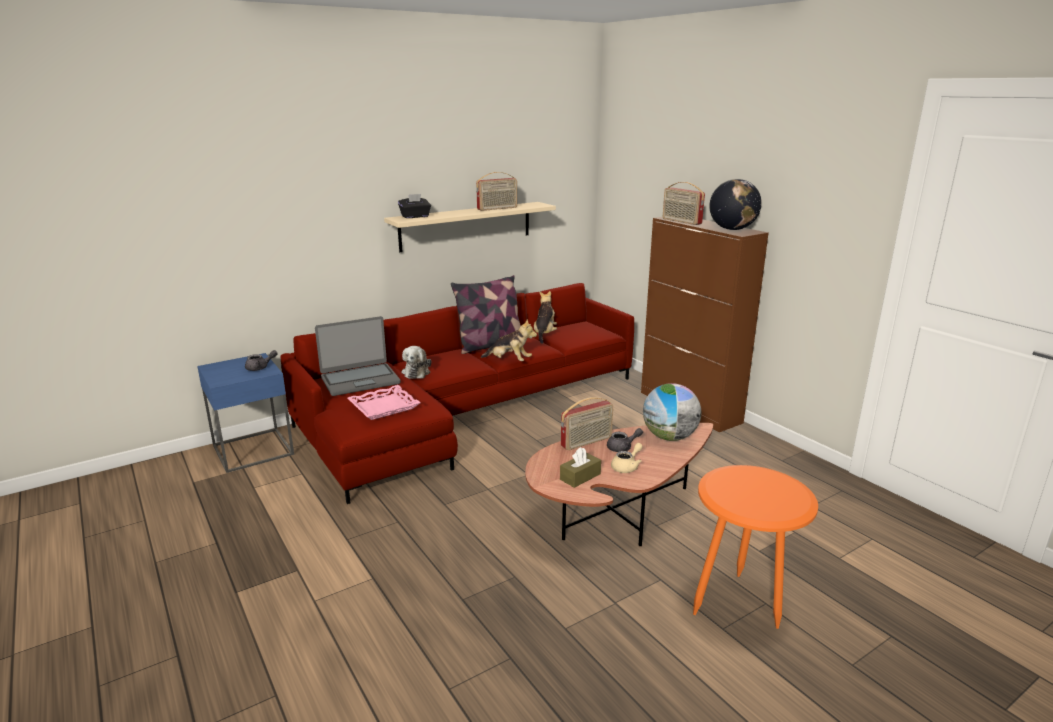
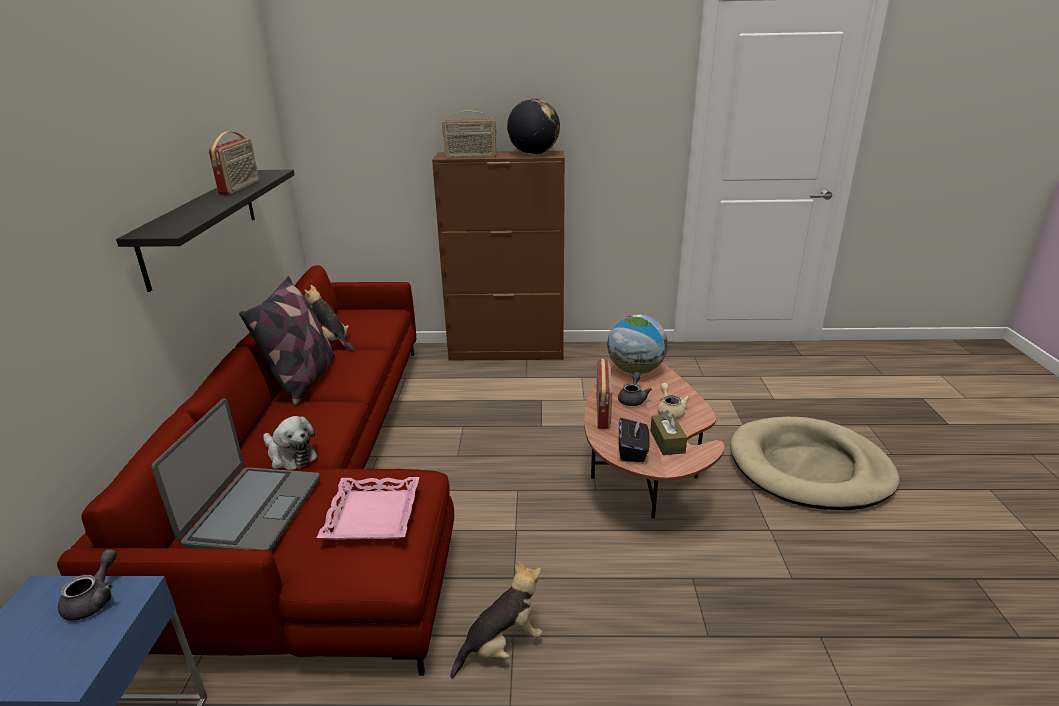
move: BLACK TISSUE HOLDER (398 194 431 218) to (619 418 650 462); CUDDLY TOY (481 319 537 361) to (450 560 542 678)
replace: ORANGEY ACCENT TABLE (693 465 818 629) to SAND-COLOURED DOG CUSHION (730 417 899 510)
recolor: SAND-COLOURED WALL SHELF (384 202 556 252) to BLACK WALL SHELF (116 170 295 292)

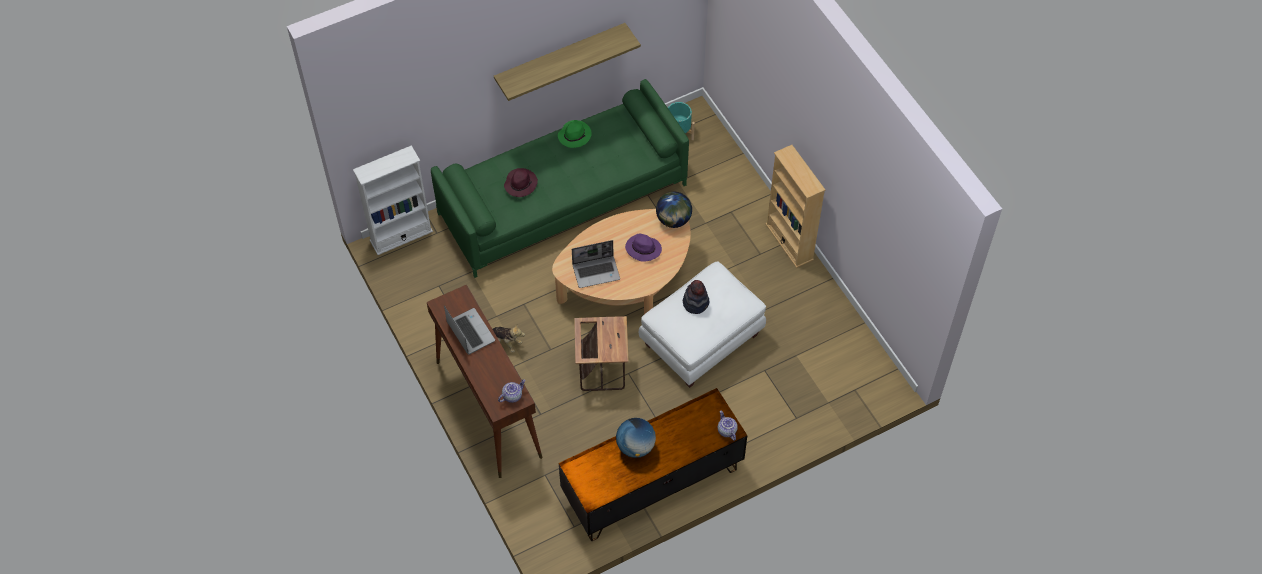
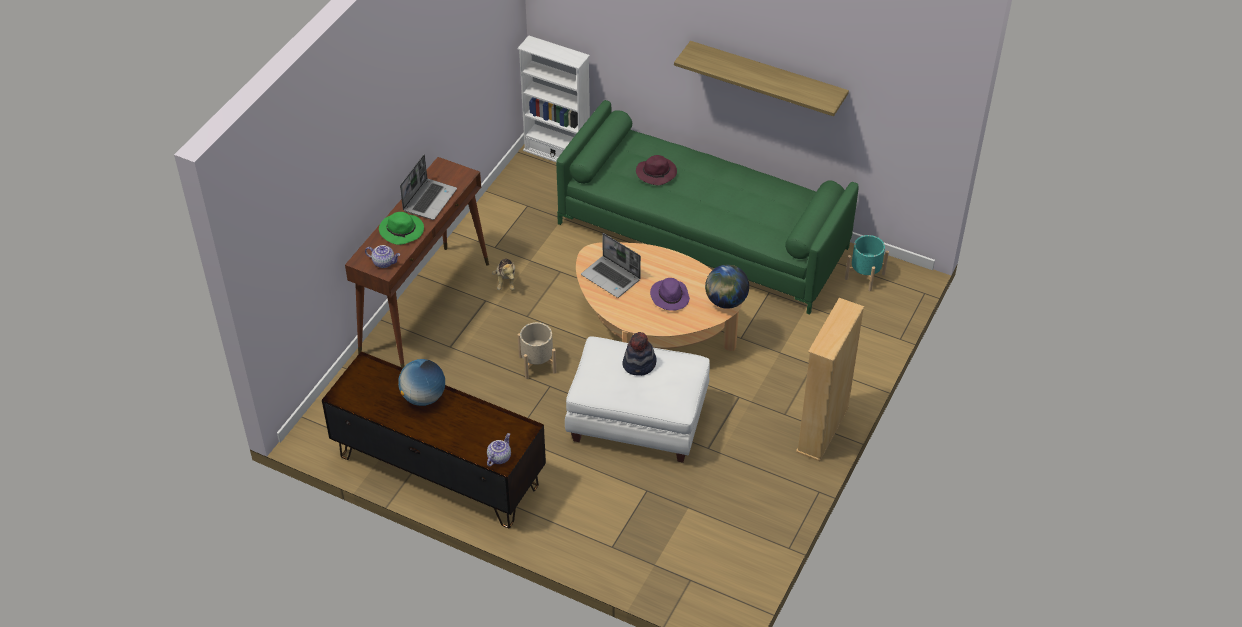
move: GREENISH WEARABLE HAT (558 120 592 148) to (379 212 424 245)
replace: ACCENT TABLE (574 316 629 391) to SAND-COLOURED PLANTER (518 322 556 379)

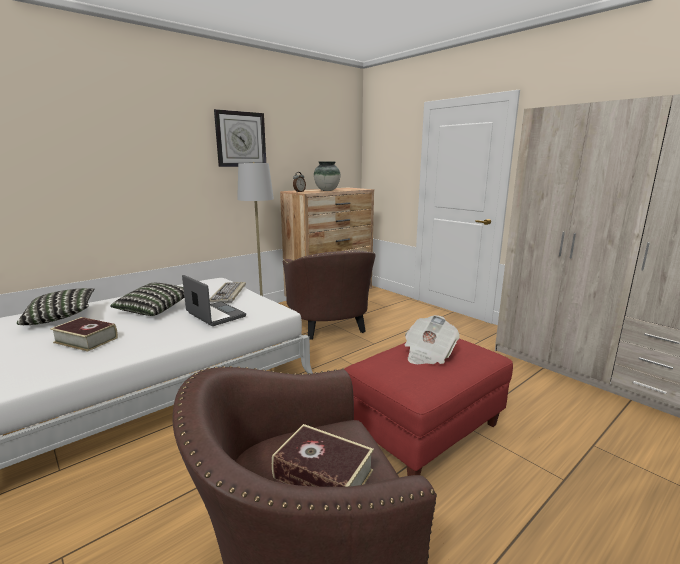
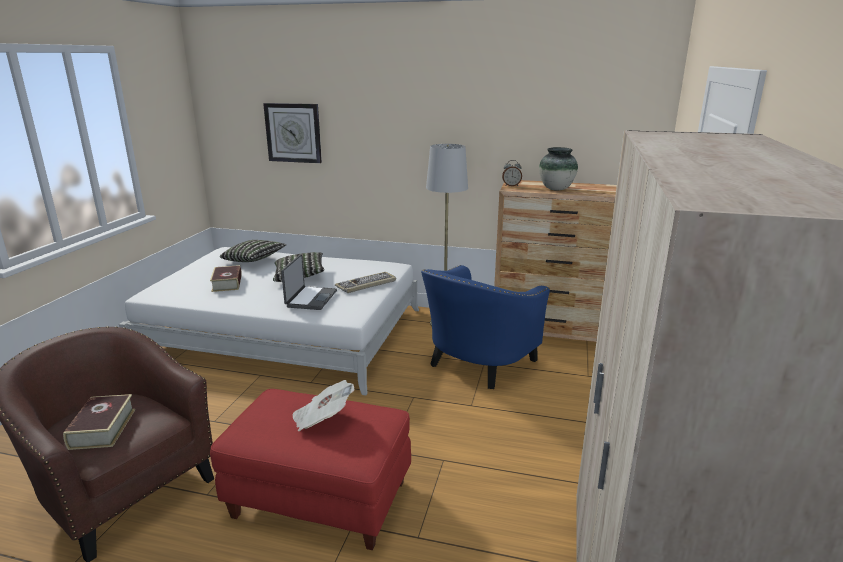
move: HANGING CLOCK (214 109 266 167) to (263 103 322 163)
recolor: BROWNISH EASY CHAIR (283 250 376 340) to BLUE-COLOURED EASY CHAIR (421 265 550 389)

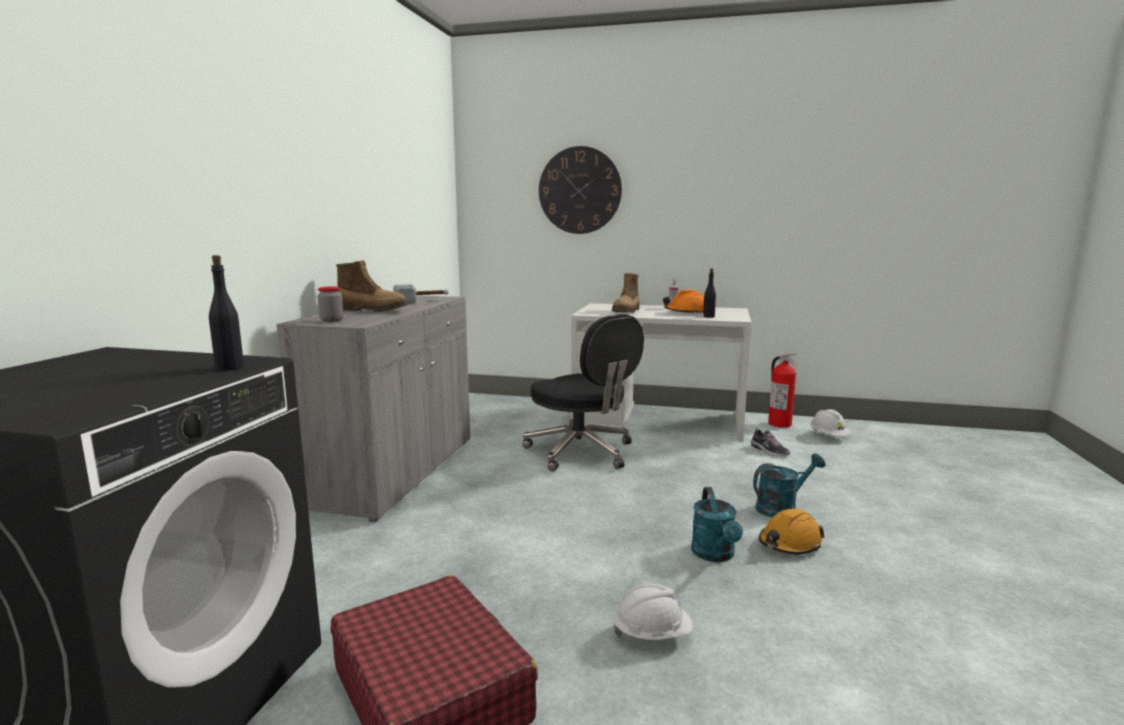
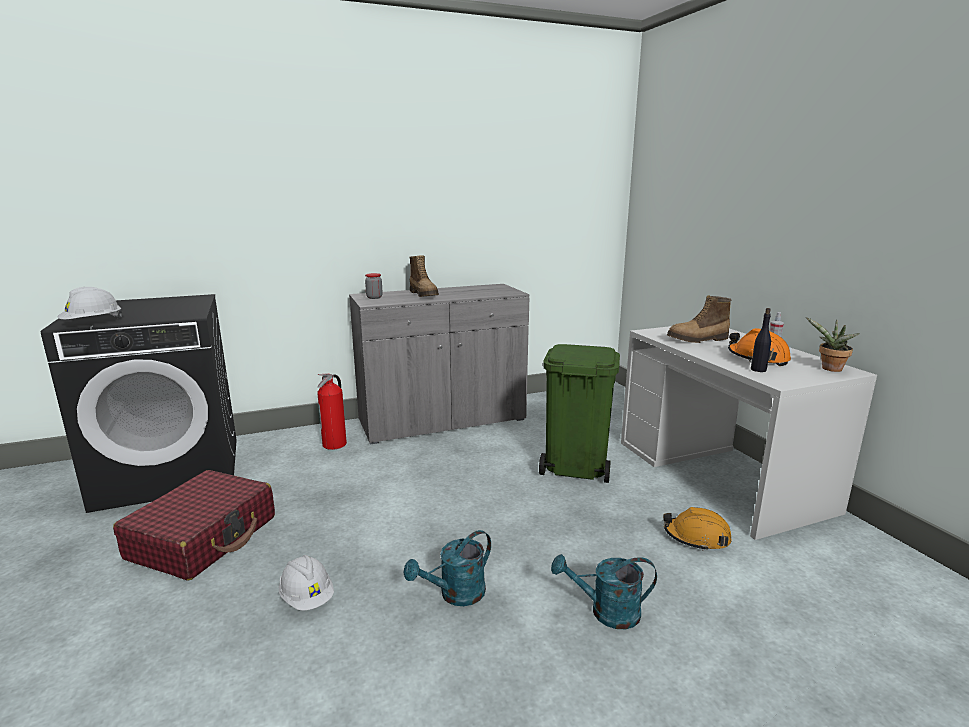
delete: BLACK BEVERAGE BOTTLE (209 255 244 370); HAMMER (393 284 449 303); HANGING CLOCK (539 146 622 234); ITEM OF FOOTWEAR (751 427 790 456)
insert: POTTED PLANT (806 317 860 372)
move: ORANGEY WORK HELMET (759 509 825 554) to (663 507 732 551); EXTINGUISHER (768 354 798 428) to (317 374 347 450); WHITE WORK HELMET (810 409 850 436) to (58 287 122 319)
replace: BLACK OFFICE CHAIR (523 314 644 471) to GREENISH RUBBISH BIN (539 344 620 483)
rotate: TURQUOISE-COLOURED WATERING CAN (753 454 825 517) = (551 554 657 629) 150 degrees clockwise

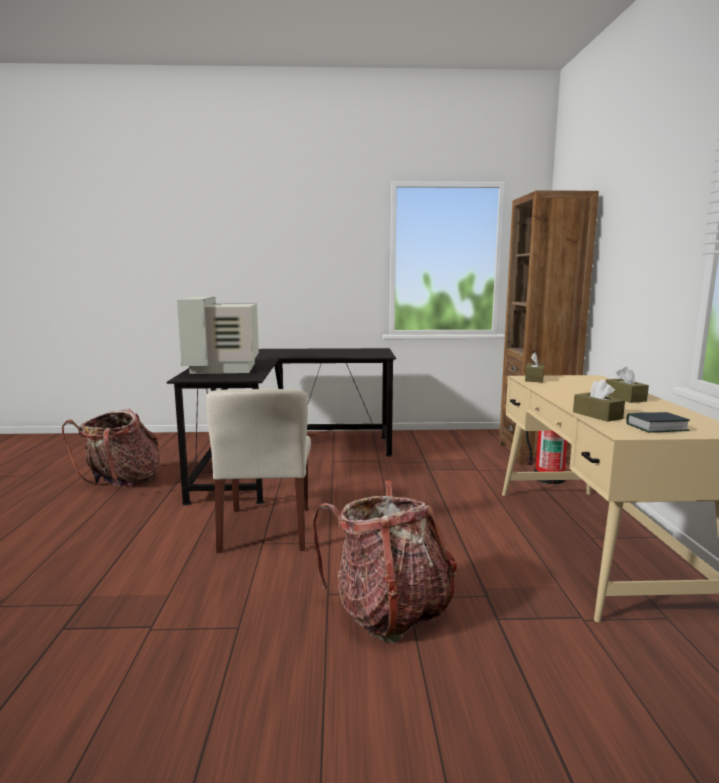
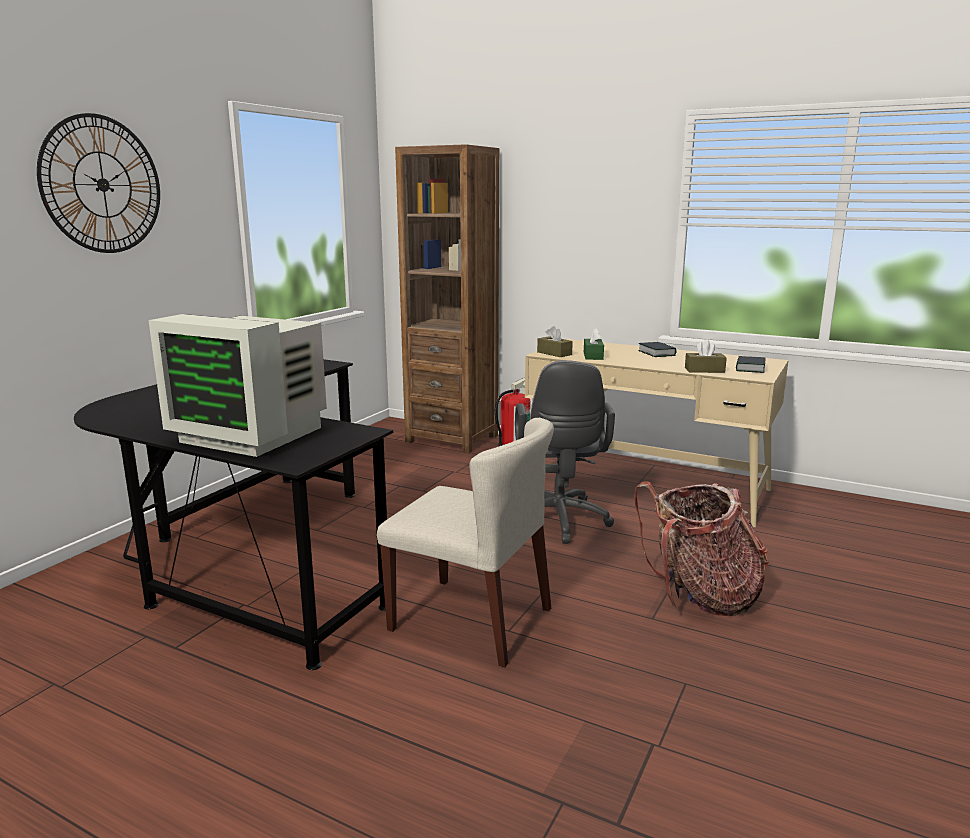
delete: BACKPACK (62 409 160 486)
insert: HANGING CLOCK (37 113 160 253); GREYISH OFFICE CHAIR (515 360 615 544); GREENISH TISSUE HOLDER (584 329 604 360)
replace: BROWNISH TISSUE HOLDER (606 367 649 403) to VOLUME (638 342 676 357)

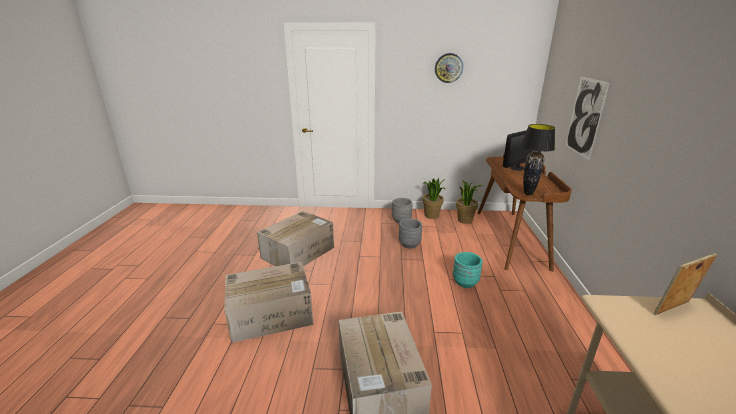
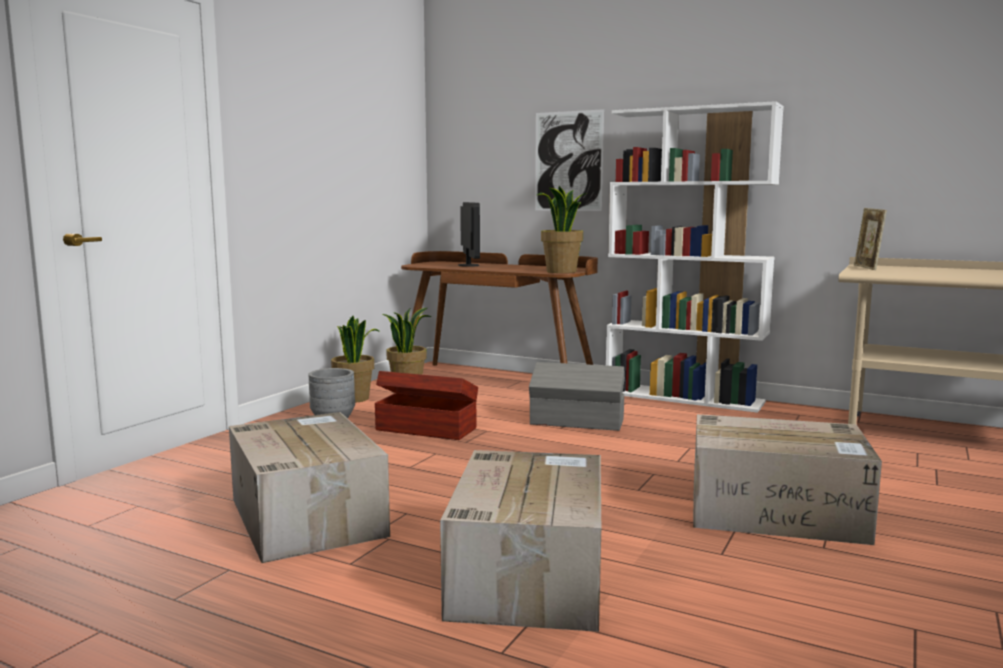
delete: HANGING CLOCK (435 53 463 83)
insert: WHITE BOOKSHELF (606 101 784 413)
replace: GREYISH PLANTER (399 219 422 249) to BROWNISH STORAGE BOX (375 371 478 440); TURQUOISE-COLOURED PLANTER (453 252 483 288) to GREYISH STORAGE BOX (529 362 625 431); BLACK TABLETOP LAMP (521 124 555 195) to POTTED PLANT (537 186 587 273)

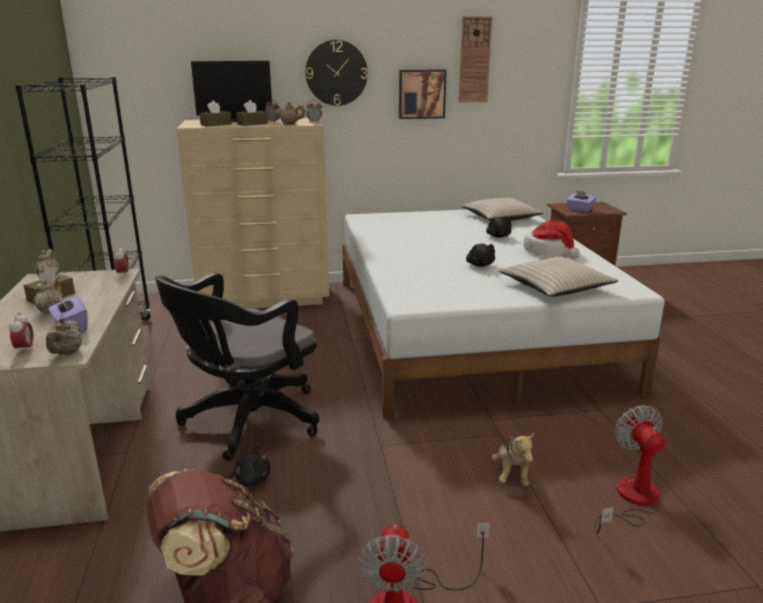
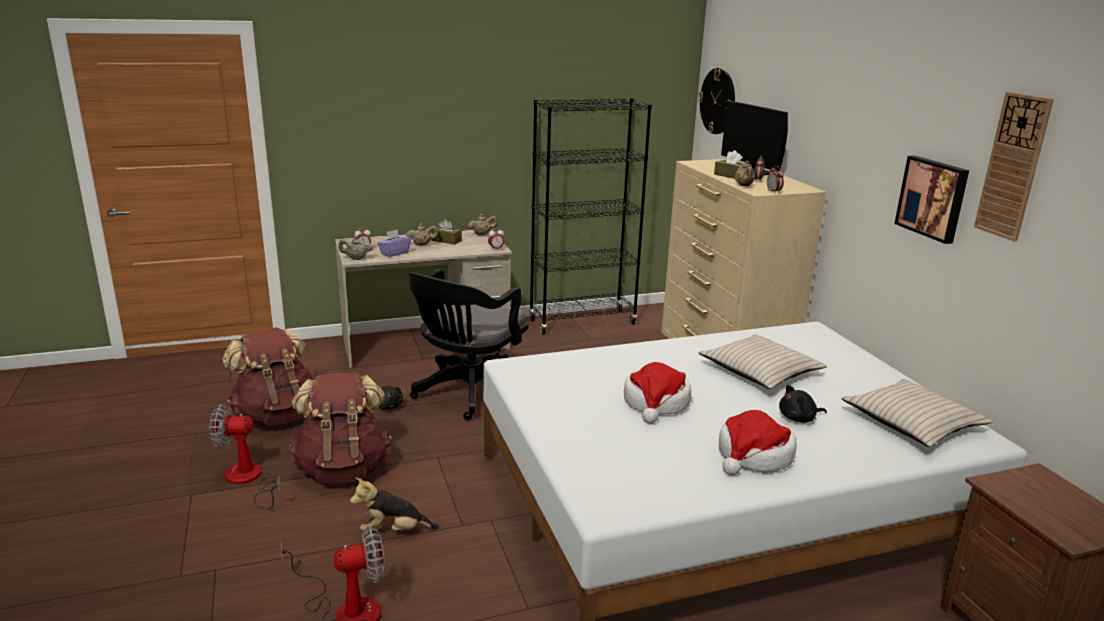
delete: BROWNISH TISSUE HOLDER (200 100 232 127); PURPLE TISSUE HOLDER (567 190 596 212)
insert: BROWNISH BACKPACK (289 372 392 483)
move: HANGING CLOCK (305 40 368 106) to (698 68 735 134); SAND-COLOURED PILLOW (499 257 619 297) to (698 334 827 389)
replace: BLACK CUDDLY TOY (466 244 495 267) to WEARABLE HAT (624 362 691 424)
rotate: BLACK OFFICE CHAIR (155 273 319 461) = (408 269 529 421) 90 degrees counterclockwise

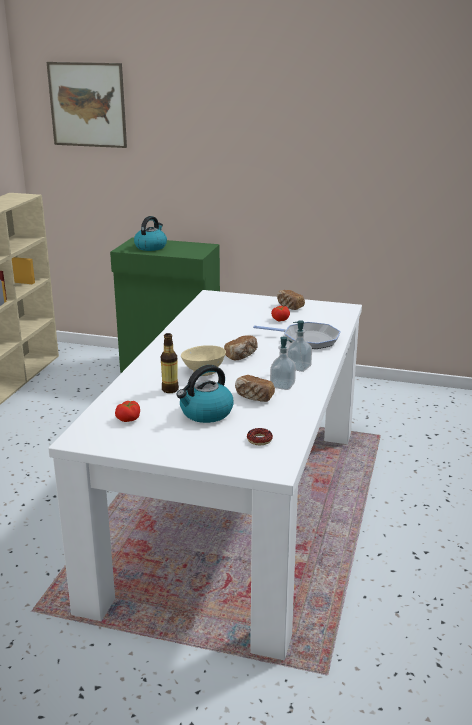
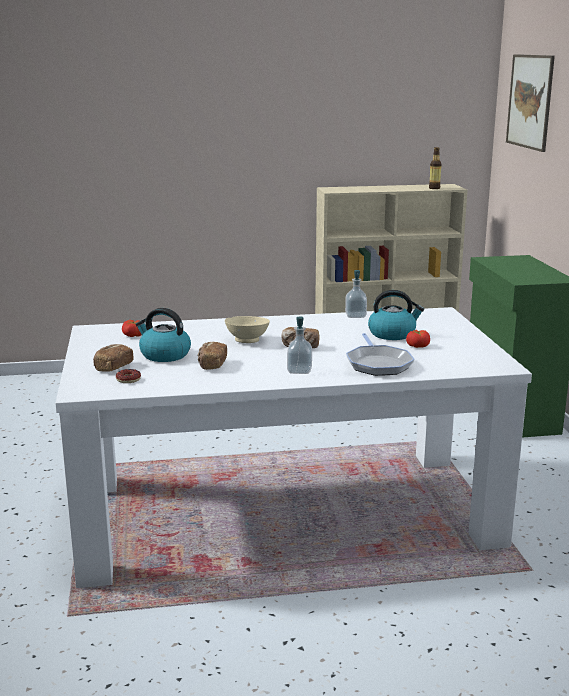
move: TEA KETTLE (134 216 167 251) to (368 290 424 340); BEVERAGE BOTTLE (161 333 179 393) to (429 147 442 189); SOAP DISPENSER (270 337 296 390) to (345 270 367 318); BAKED BREAD (277 290 305 310) to (93 344 134 371)

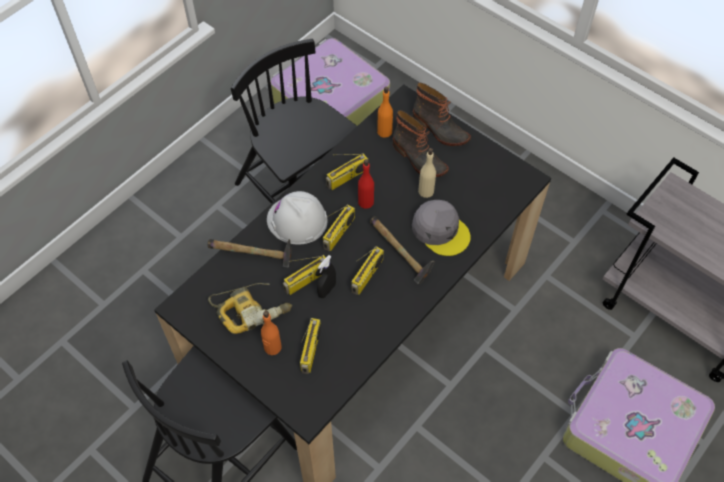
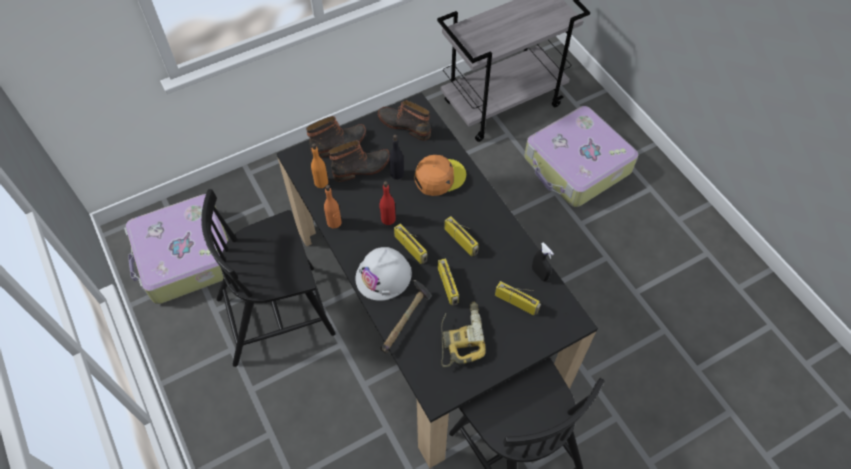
delete: RADIO SET (326 153 368 190); HAMMER (370 216 435 284)
insert: TALL BOOT (378 100 431 141)
move: ORANGEY BEVERAGE BOTTLE (261 311 282 355) to (324 185 341 228); BLACK HAND SPRAYER (317 255 336 298) to (532 243 554 281)
recolor: GREYISH BASEBALL CAP (412 200 471 256) to ORANGEY BASEBALL CAP (414 155 466 196); SAND-COLOURED BEVERAGE BOTTLE (418 148 436 198) to BLACK BEVERAGE BOTTLE (389 135 404 180)

